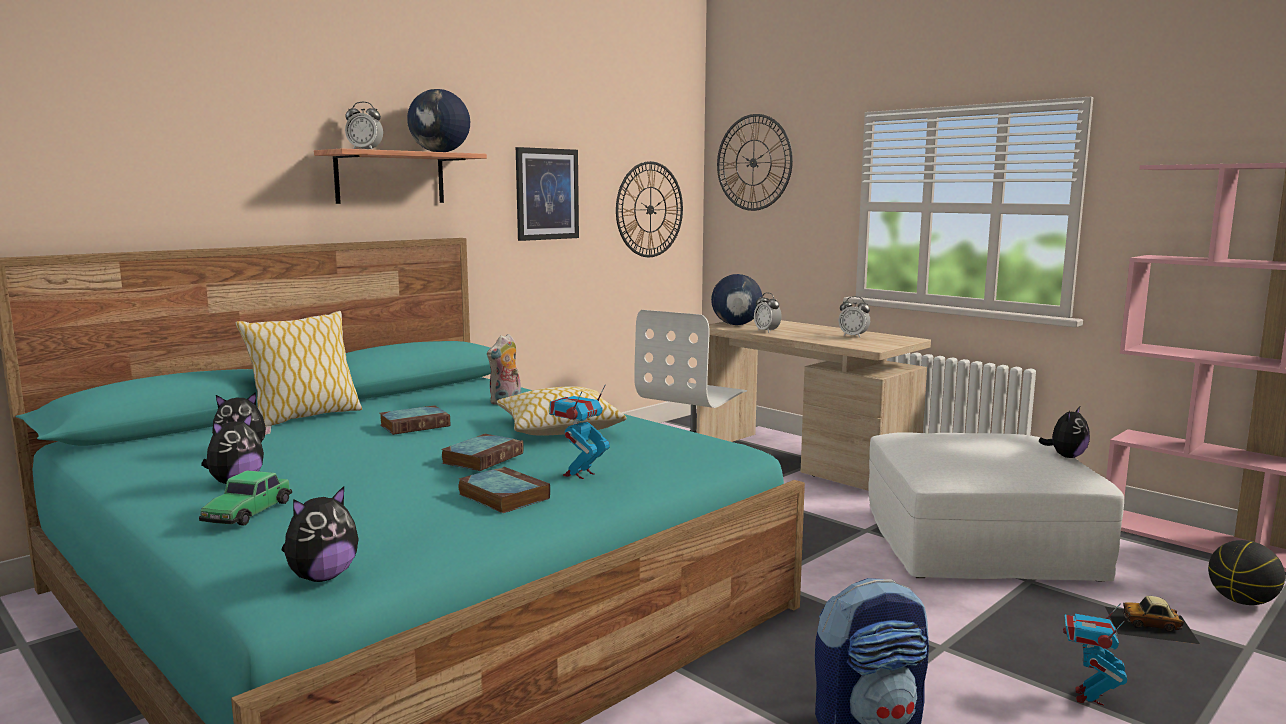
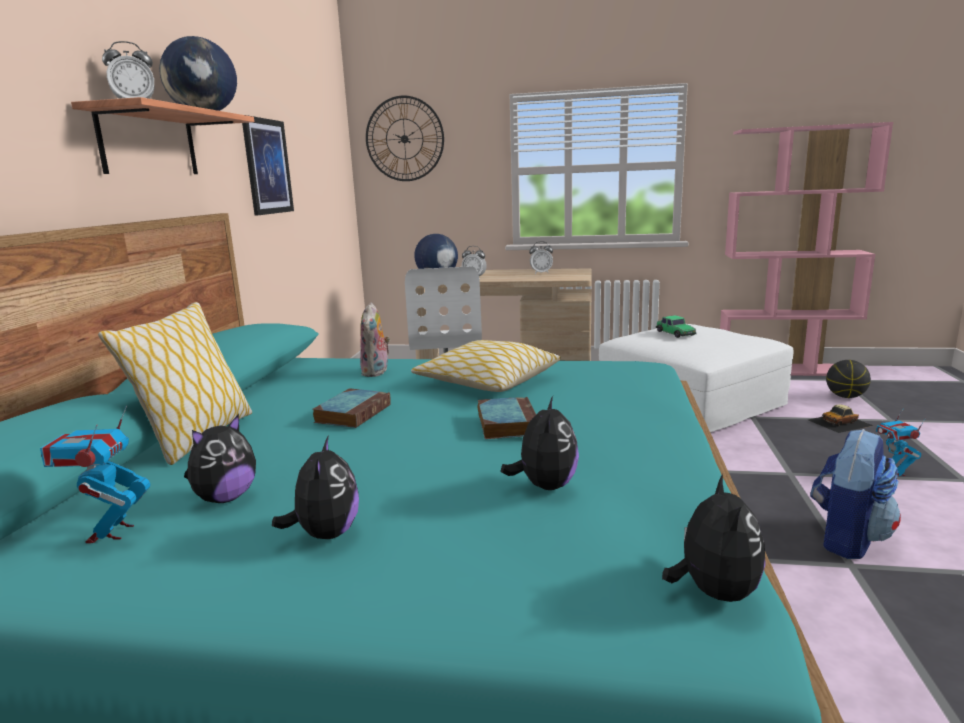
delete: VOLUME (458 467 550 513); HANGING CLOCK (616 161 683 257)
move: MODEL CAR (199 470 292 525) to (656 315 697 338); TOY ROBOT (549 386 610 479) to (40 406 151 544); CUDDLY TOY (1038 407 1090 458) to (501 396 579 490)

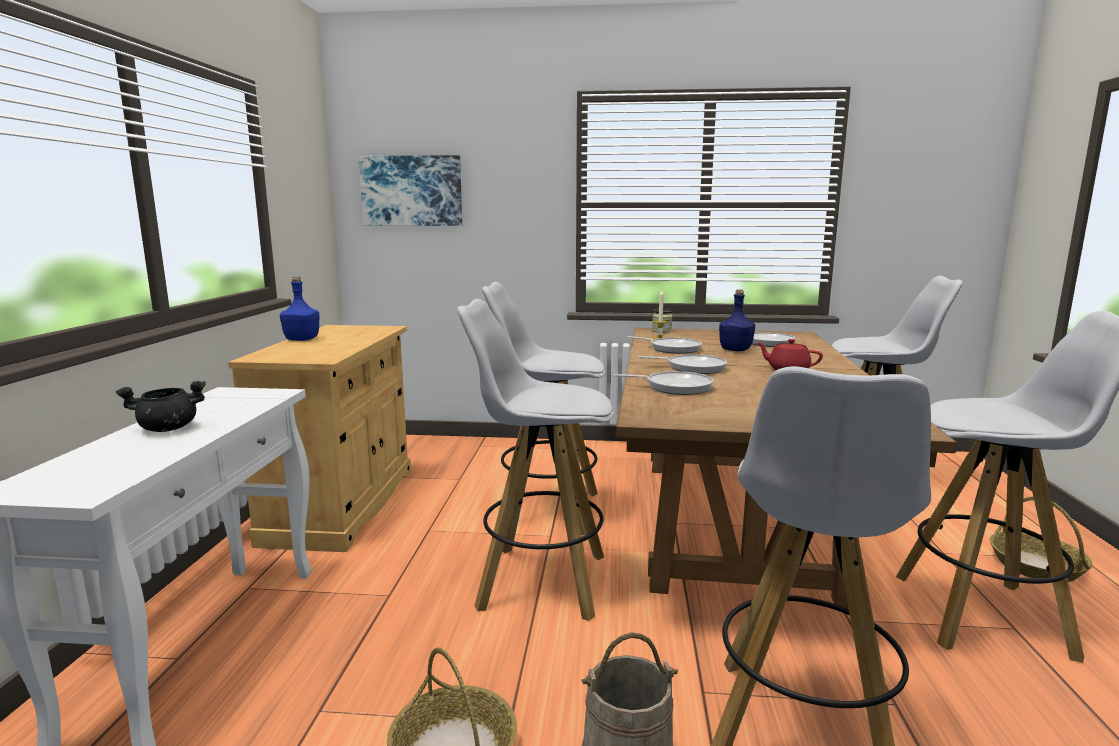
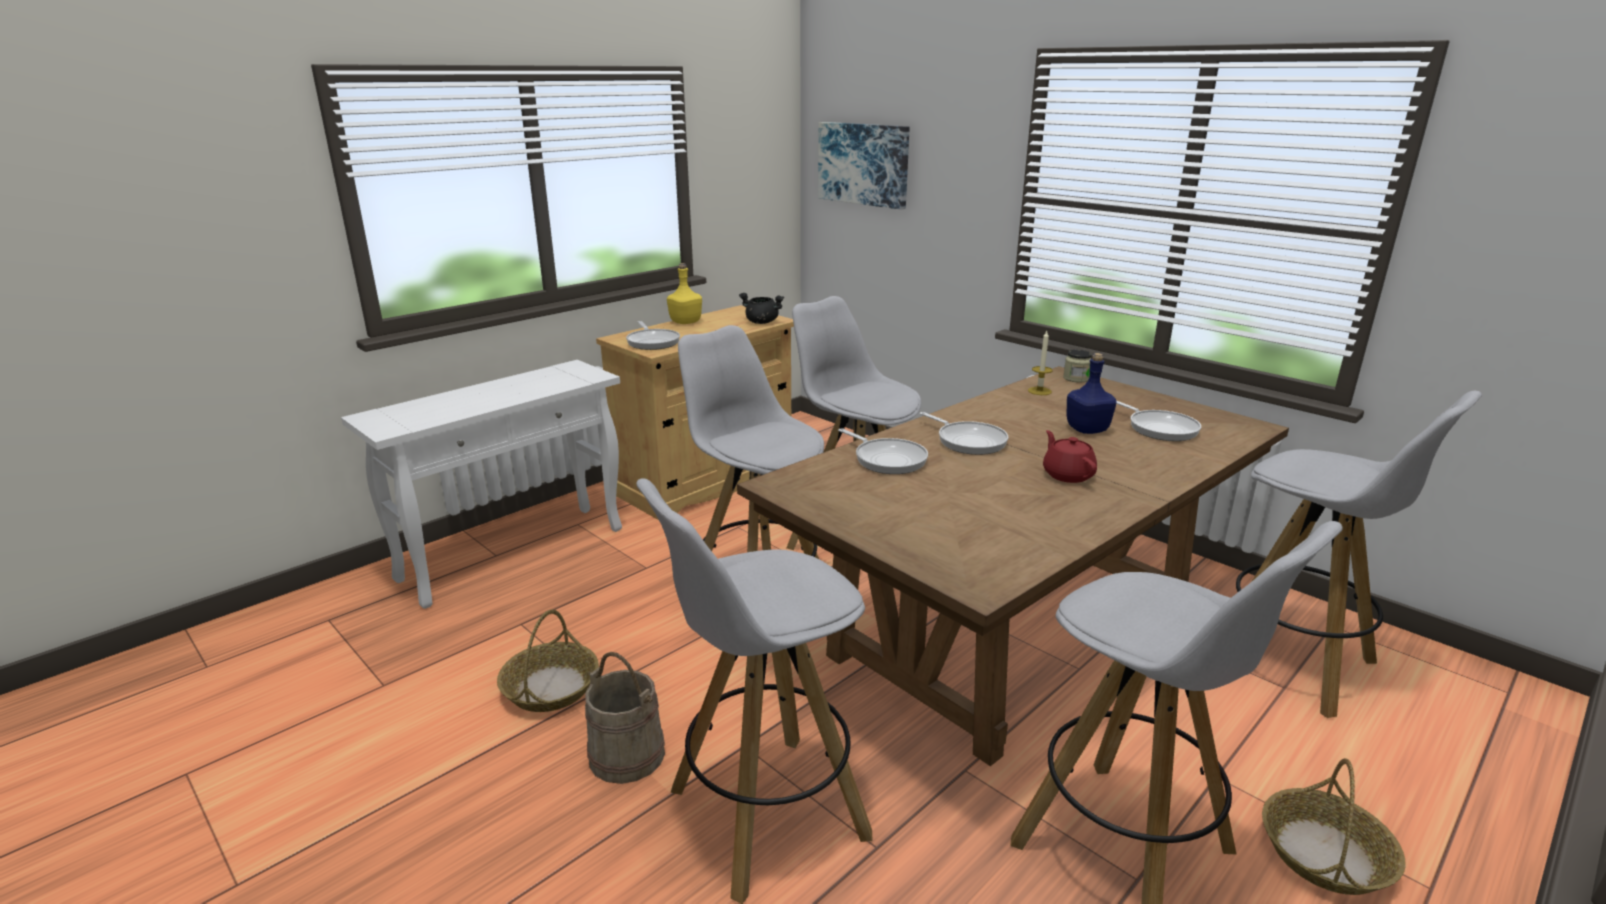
move: BLACK STOCKPOT (115 381 206 432) to (739 293 784 324); PAN (627 336 702 354) to (626 321 680 350)
recolor: BLUE-COLOURED BEVERAGE BOTTLE (280 277 320 341) to YELLOWISH BEVERAGE BOTTLE (667 263 702 324)

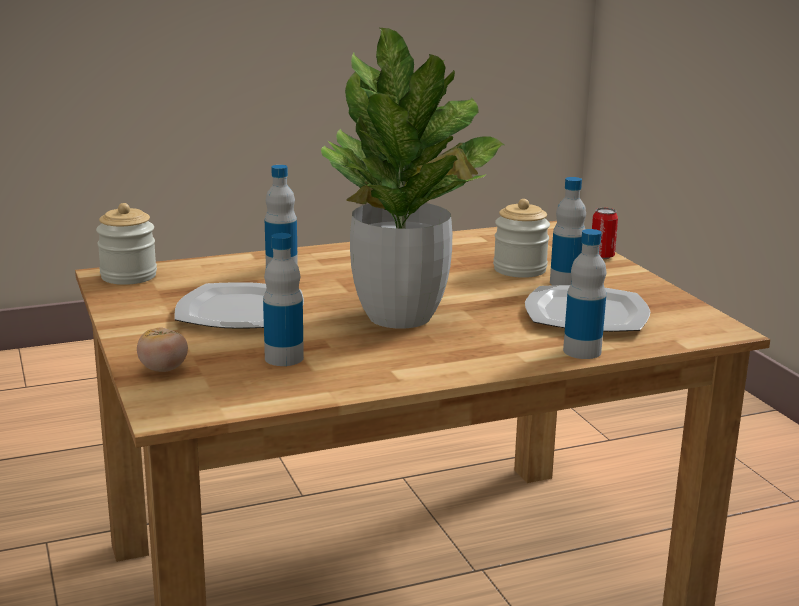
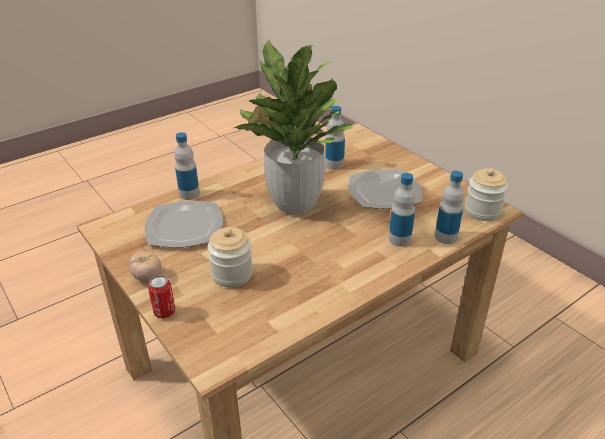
move: WHOLE TOMATO (137 327 188 372) to (129 251 161 281); BEVERAGE BOTTLE (550 177 586 285) to (435 171 464 244)

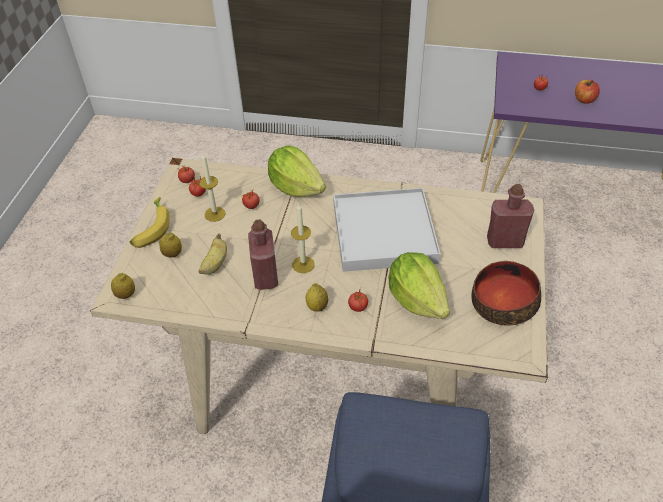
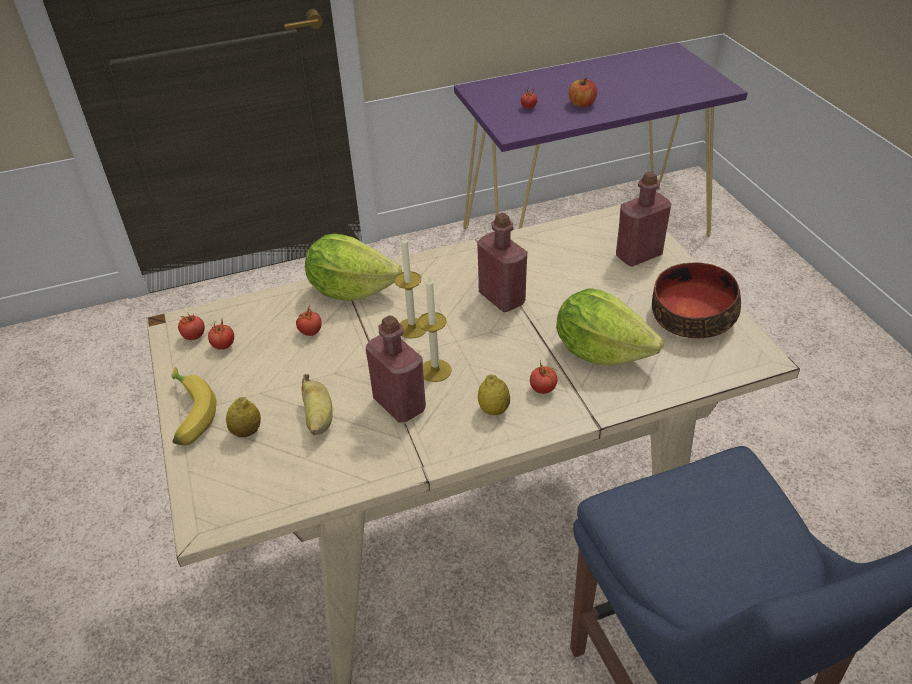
delete: LEMON (111 273 135 299)
move: WAX CANDLE (199 153 226 222) to (394 236 426 338)
replace: WHITE SERVING TRAY (333 188 441 272) to RED-COLOURED BEVERAGE BOTTLE (477 213 527 312)

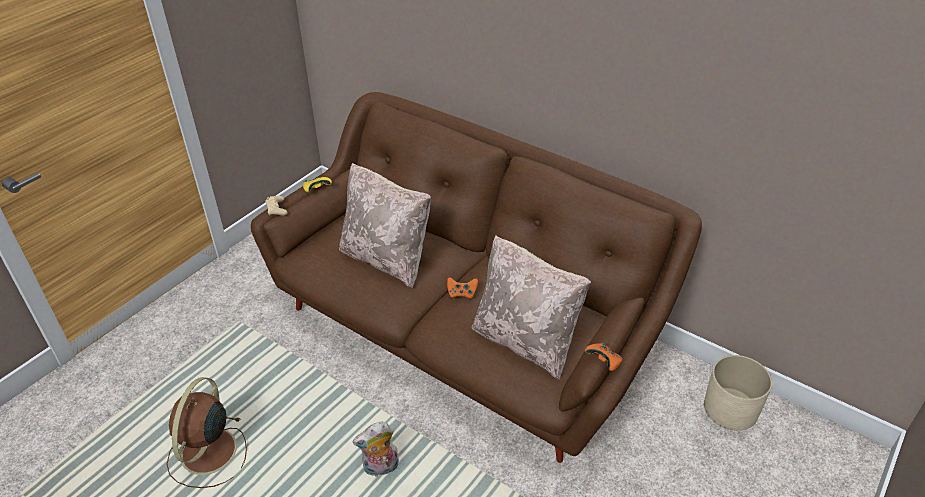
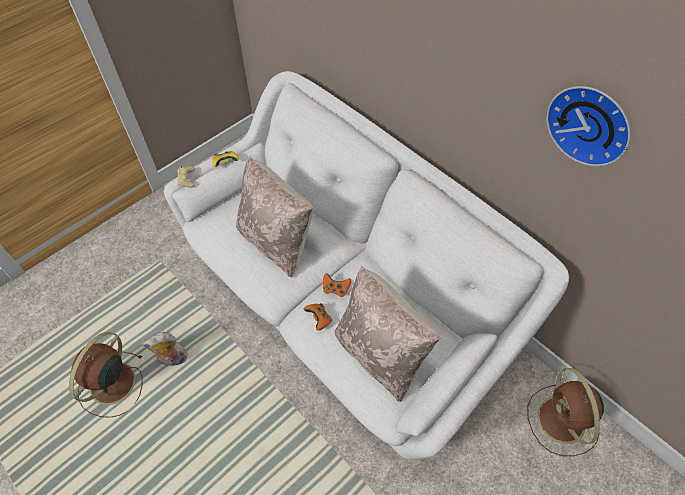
insert: HANGING CLOCK (546 86 631 166)
move: CUDDLY TOY (353 422 399 477) to (141 332 188 366); ORANGEY JOYPAD (585 342 623 371) to (304 303 332 331)
replace: SAND-COLOURED PLANTER (704 355 772 431) to BROWNISH FAN (527 368 604 456)
recolor: BROWNISH SETTEE (251 92 702 463) to WHITE SETTEE (164 71 569 459)

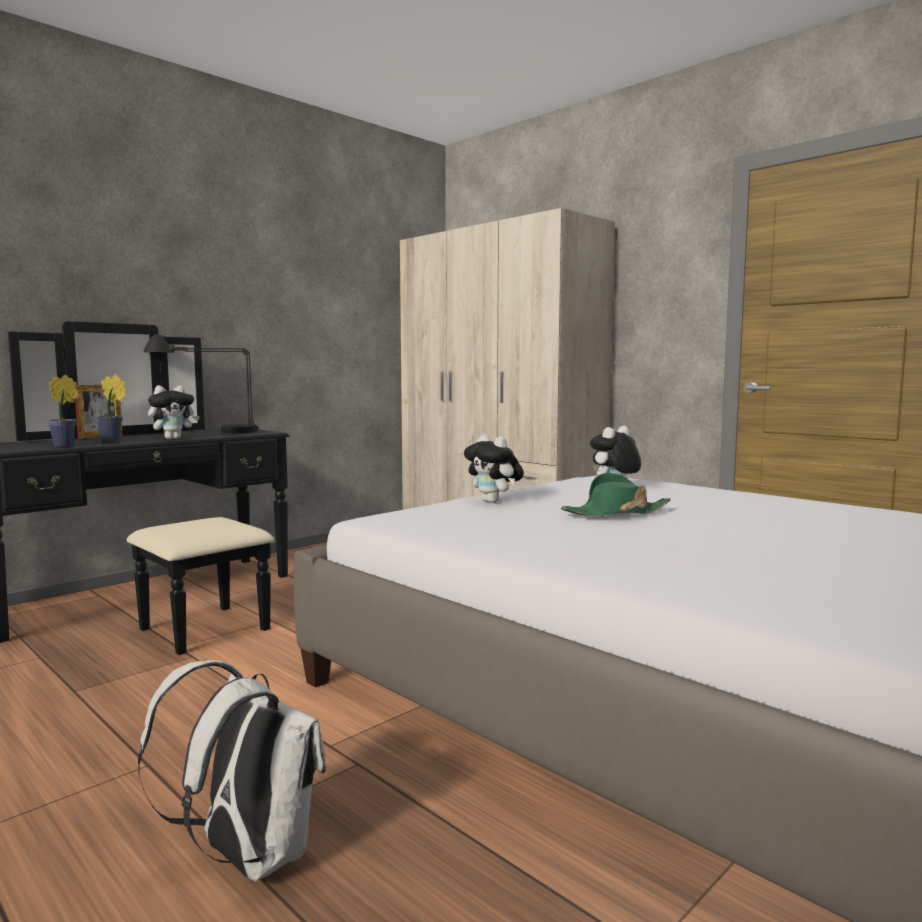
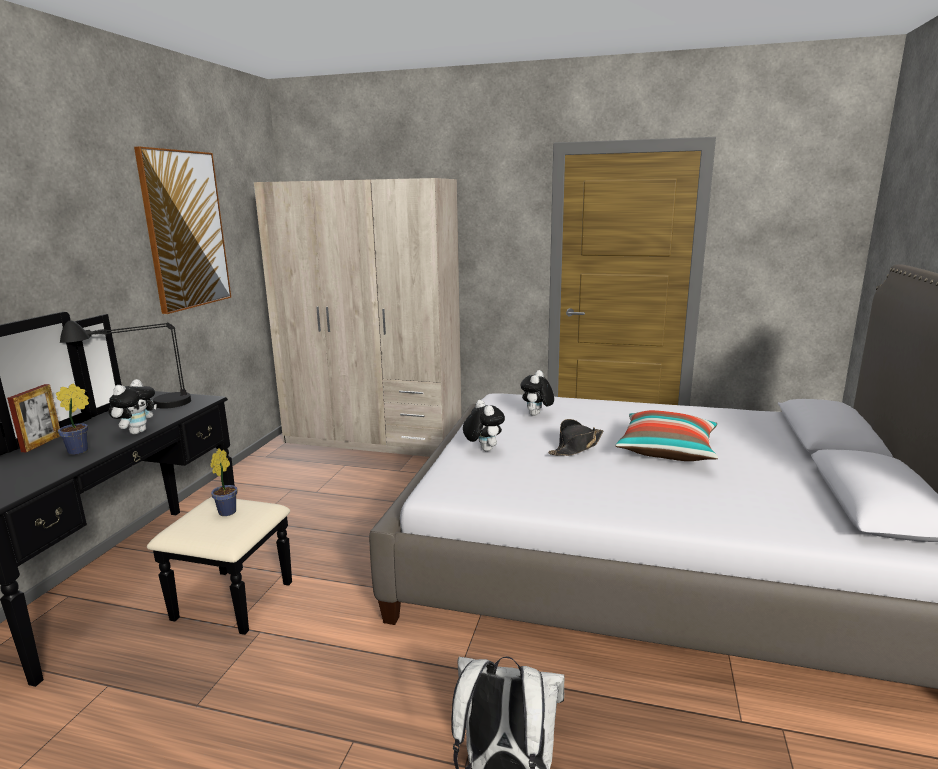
insert: PICTURE (134 146 231 314); PILLOW (616 410 718 461)
move: POTTED PLANT (47 375 79 447) to (210 449 238 516)
recolor: GREENISH WEARABLE HAT (561 473 671 517) to BLACK WEARABLE HAT (548 419 604 456)
rotate: CUDDLY TOY (464 434 524 503) = (463 400 505 452) 135 degrees counterclockwise

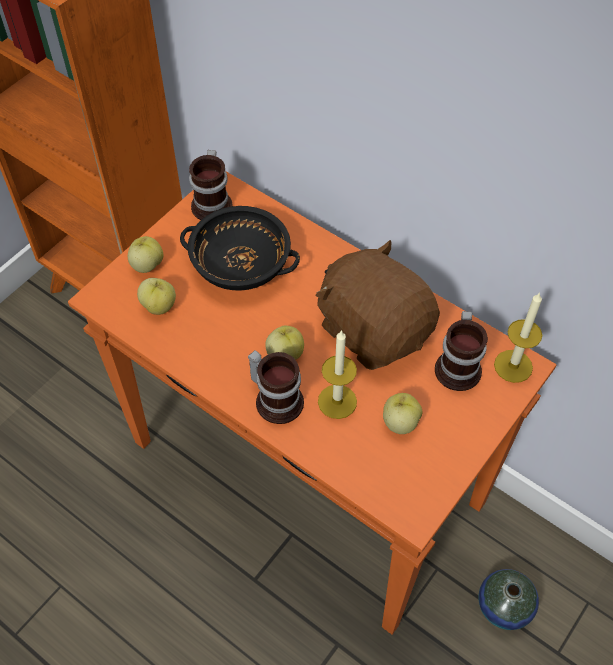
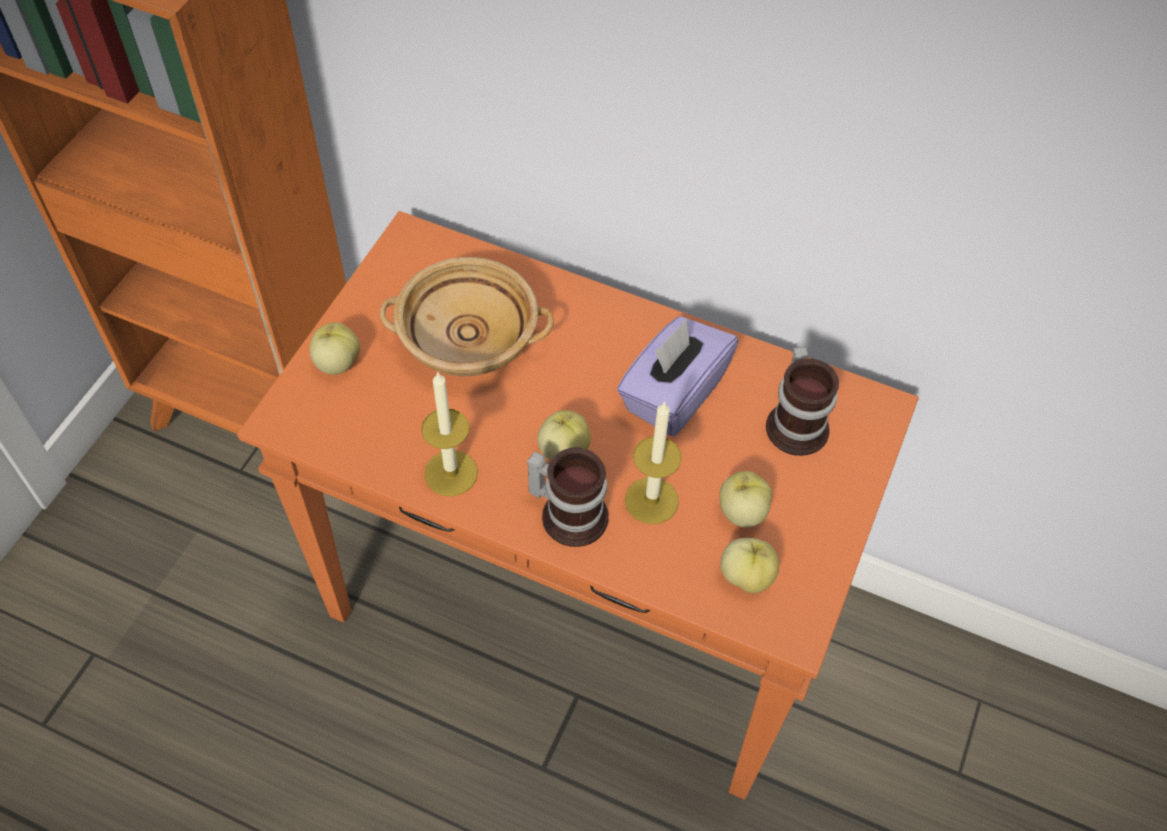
delete: TEA MUG (189 150 233 220); FLOWER VASE (478 569 539 630)
move: APPLE (137 278 176 315) to (721 538 779 593); WAX CANDLE (494 292 542 383) to (421 372 478 496)
replace: BROWNISH CUDDLY TOY (316 240 440 370) to PURPLE TISSUE HOLDER (617 316 738 436)
recolor: BLACK SERVING BOWL (180 206 300 291) to SAND-COLOURED SERVING BOWL (379 257 554 376)

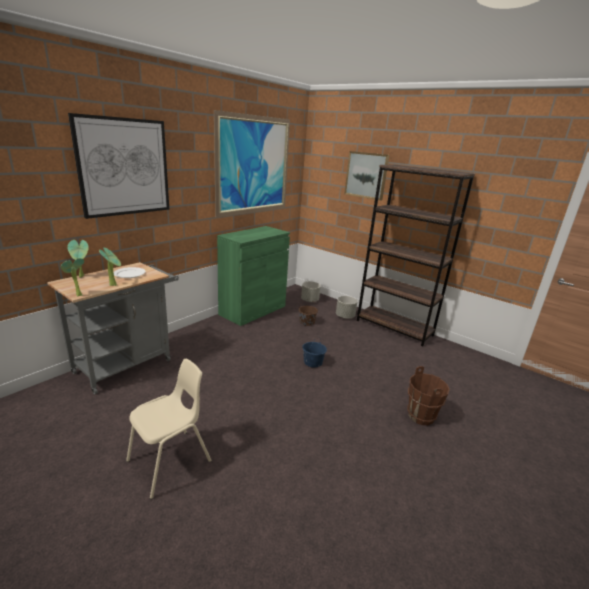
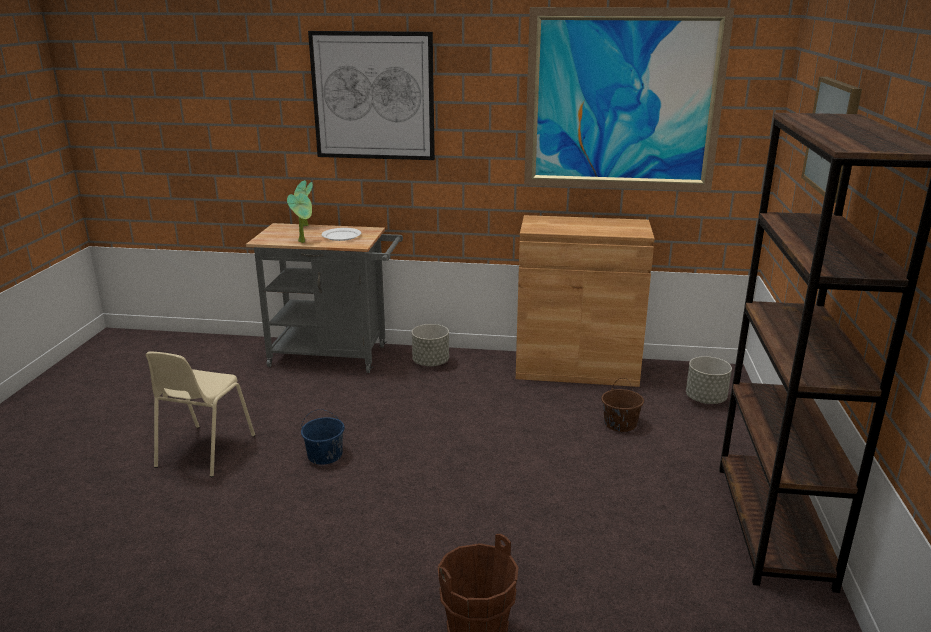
delete: POTTED PLANT (61 258 84 296)
move: BLUE-COLOURED WATER BUCKET (302 337 327 368) to (301 409 345 465); GREYISH PLANTER (336 296 357 319) to (412 324 449 367)
recolor: GREENISH STORAGE CABINET (217 226 290 326) to BROWNISH STORAGE CABINET (516 215 655 387)
rotate: SAND-COLOURED UPRIGHT CHAIR (126 359 212 499) = (145 352 255 477) 90 degrees clockwise

